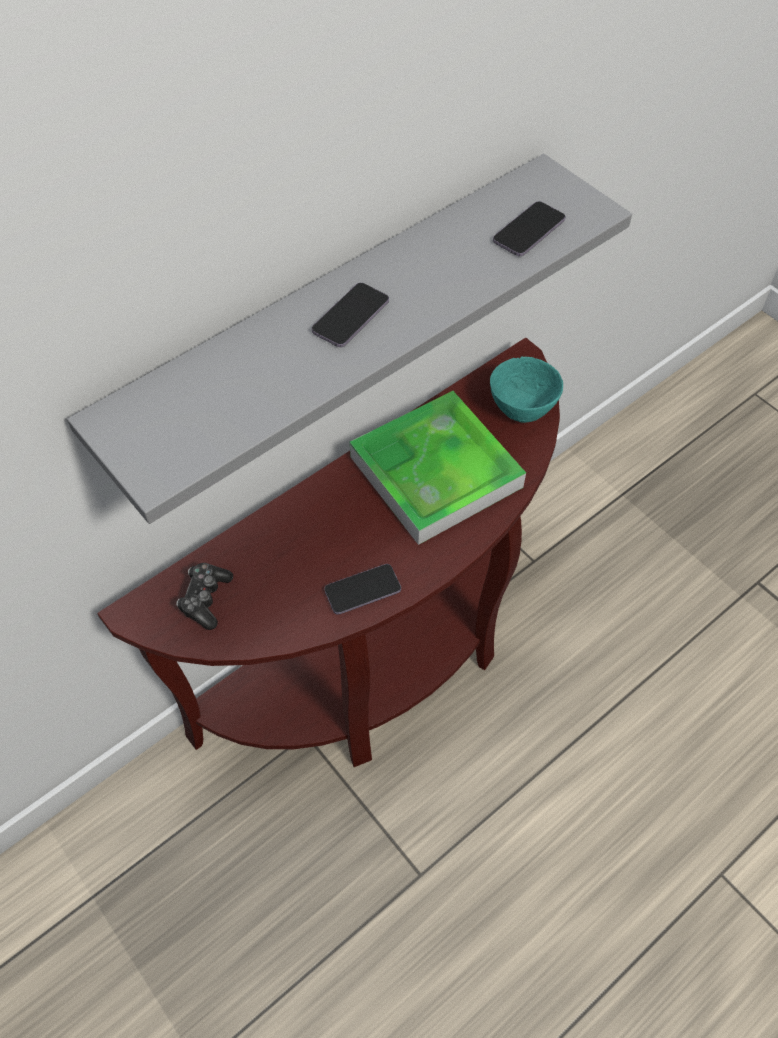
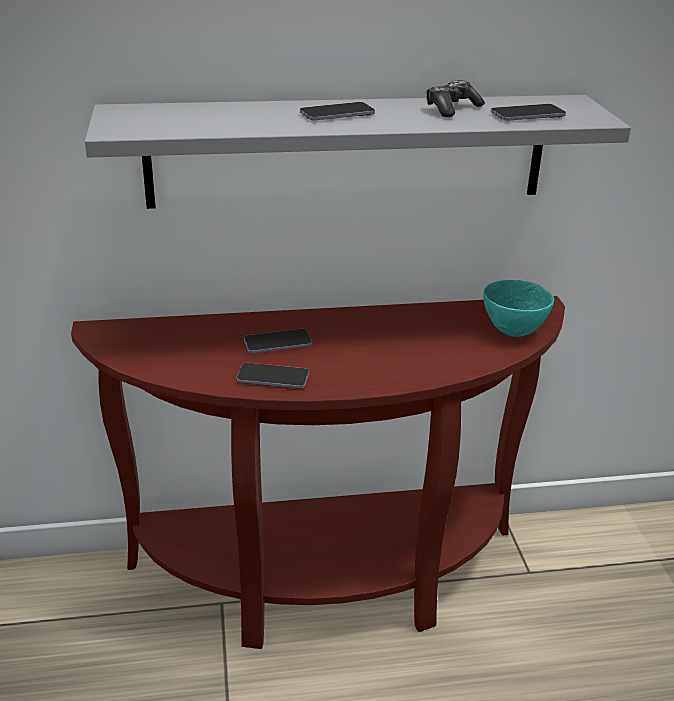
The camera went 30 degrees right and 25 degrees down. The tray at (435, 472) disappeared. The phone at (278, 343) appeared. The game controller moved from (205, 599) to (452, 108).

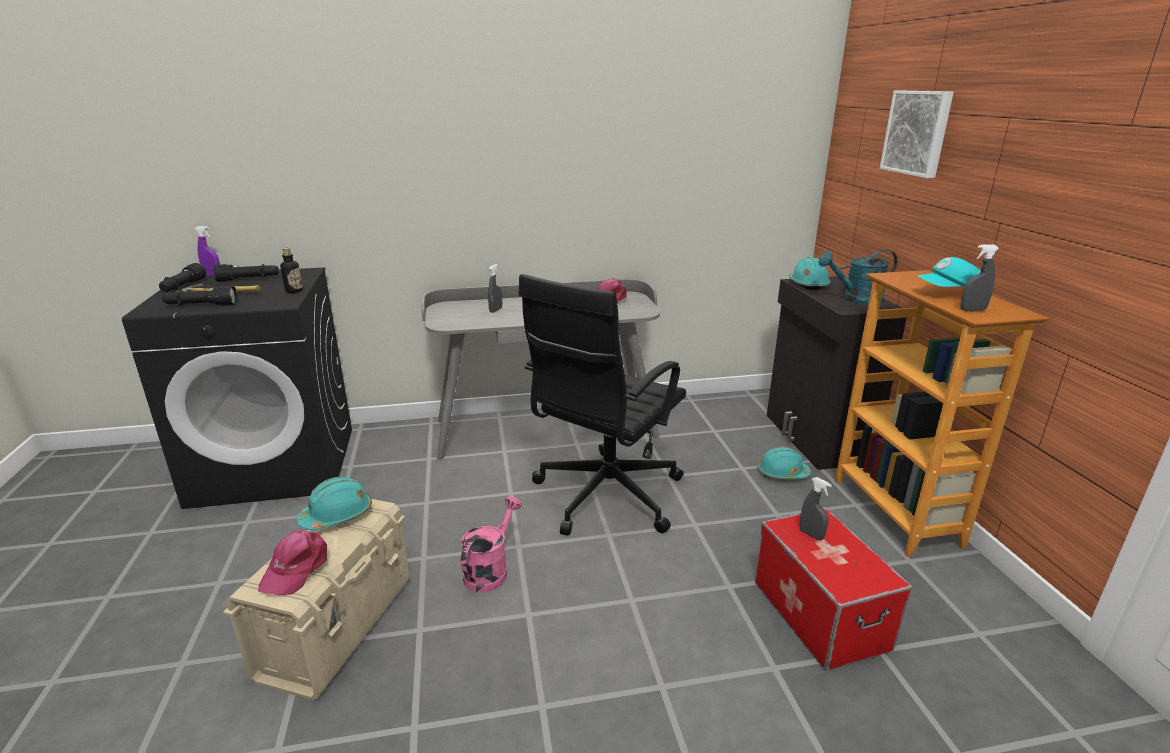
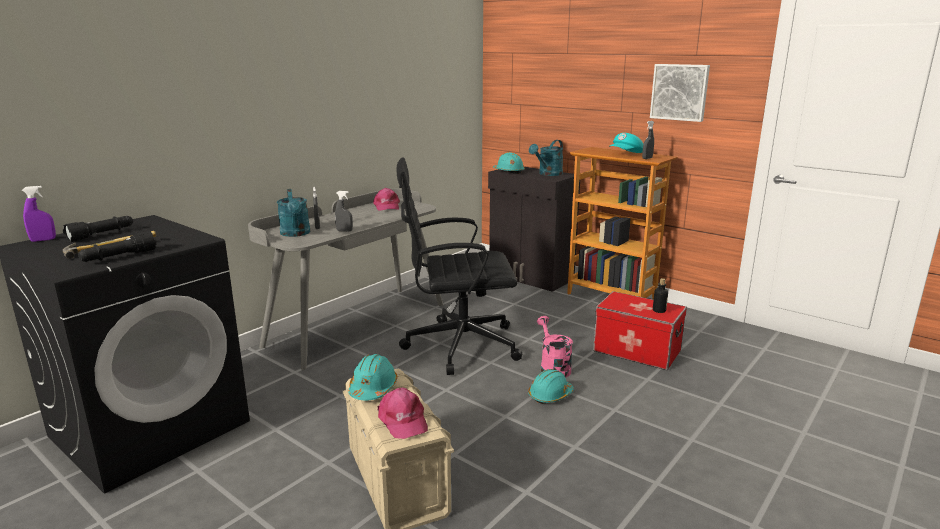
The camera went 40 degrees left and 5 degrees down. The black flashlight at (183, 287) disappeared. The turquoise watering can at (296, 234) appeared. The bottle moved from (294, 291) to (659, 310). The pink watering can moved from (490, 570) to (553, 367). The turquoise hard hat moved from (782, 473) to (550, 395). The grey spray bottle moved from (811, 534) to (344, 231). The picture moved from (918, 133) to (680, 92). The black office chair at (604, 496) turned 90 degrees clockwise.

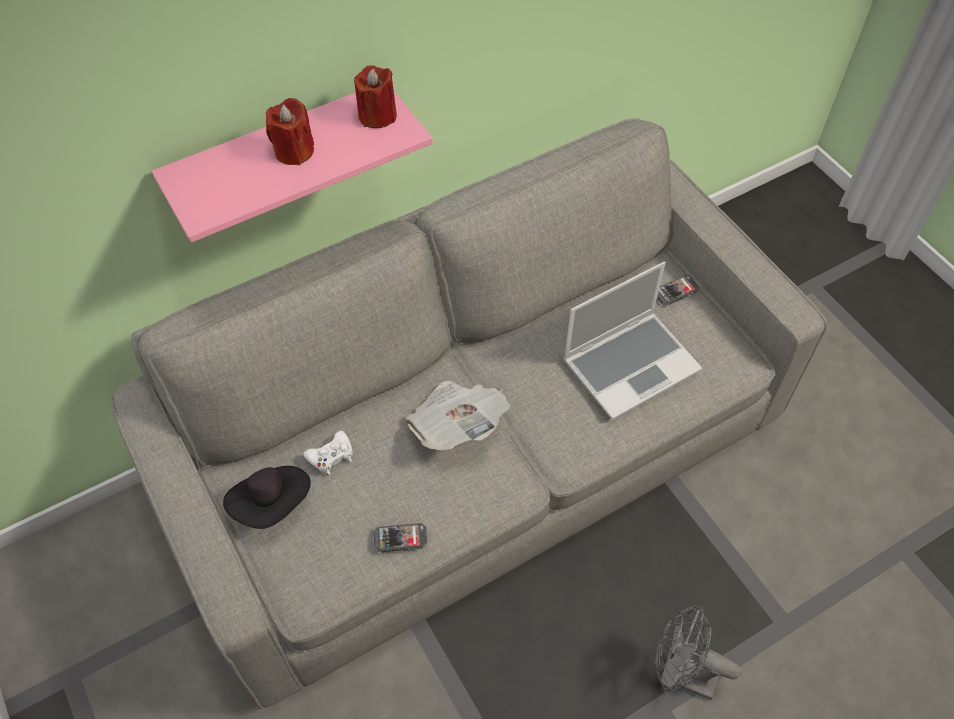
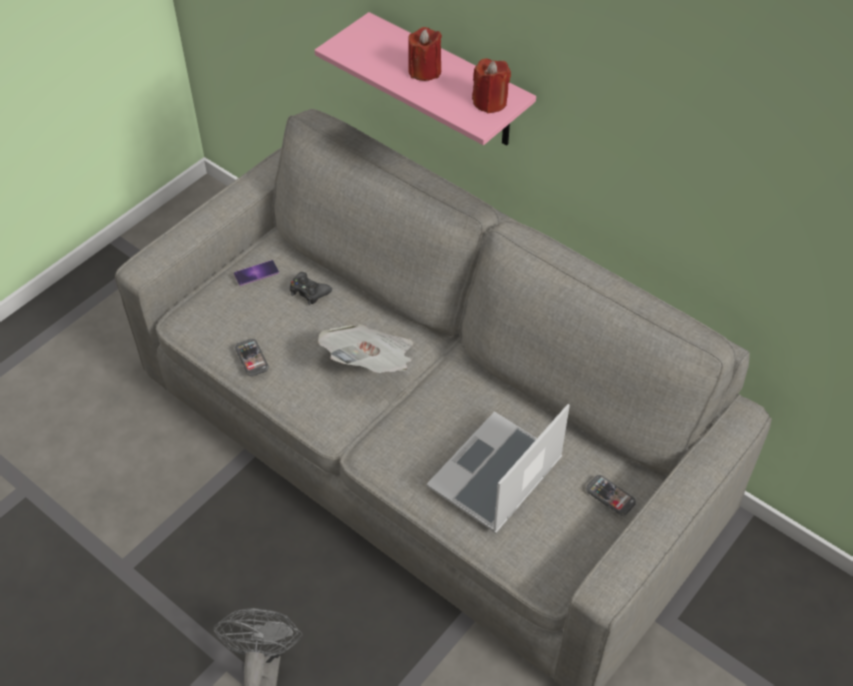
The camera went 70 degrees right and 5 degrees down. The black hat at (272, 503) was replaced by the phone at (256, 273). The white game controller at (331, 456) became the black game controller at (309, 292). The laptop at (631, 364) turned 90 degrees clockwise.

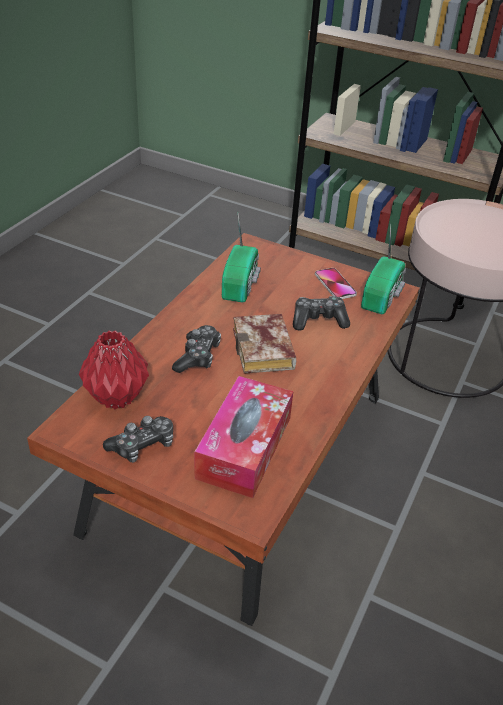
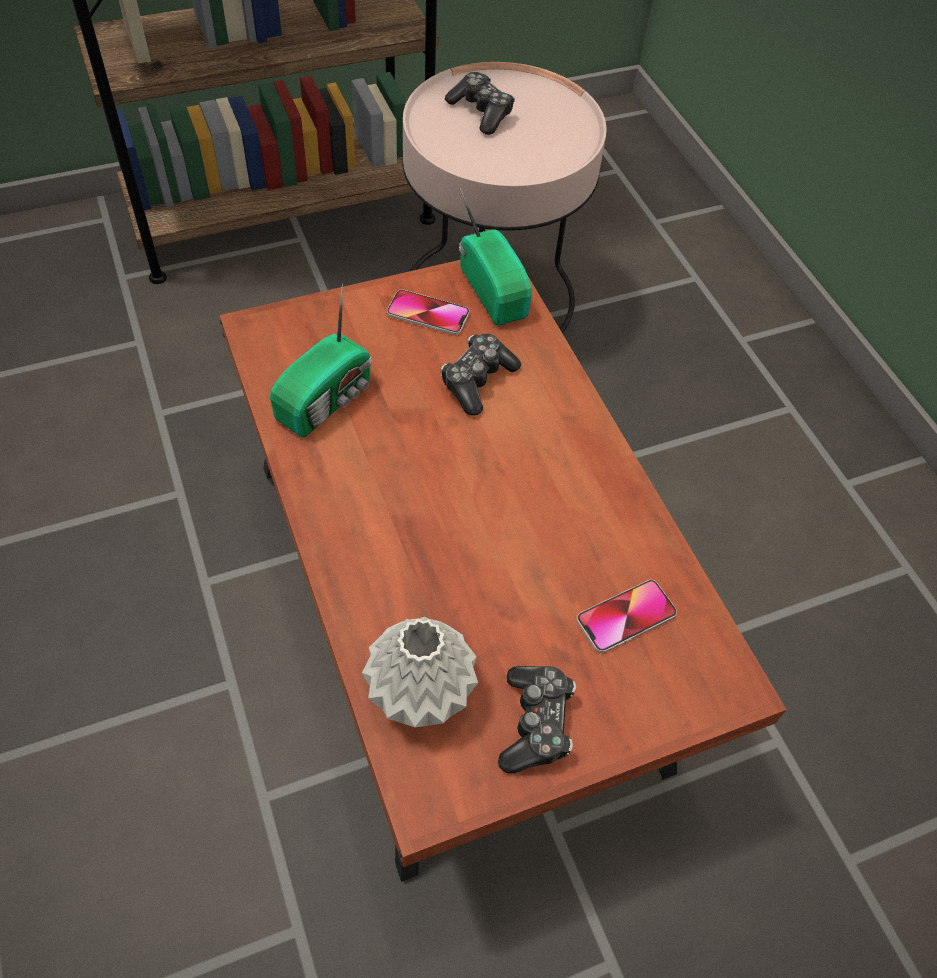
The camera went 50 degrees left and 15 degrees up. The book at (266, 351) disappeared. The game controller moved from (198, 356) to (481, 112). The tissue box at (244, 447) was replaced by the phone at (626, 617). The red vase at (115, 397) became the grey vase at (418, 696). The radio at (241, 284) turned 75 degrees clockwise.

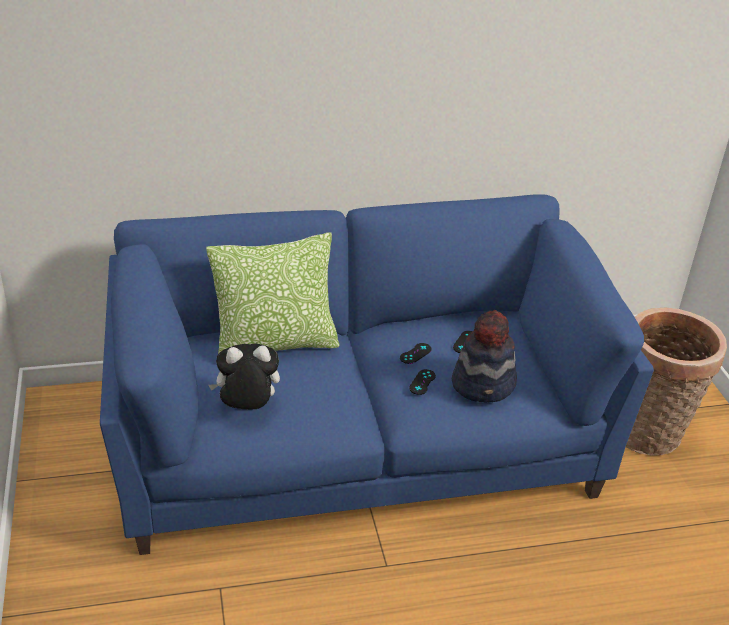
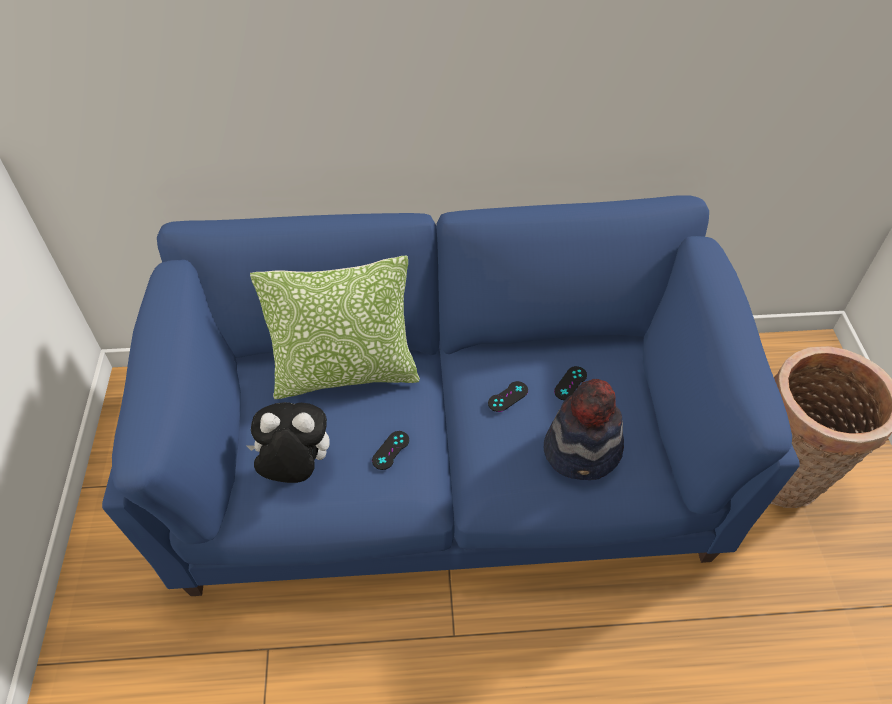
The camera went 10 degrees right and 15 degrees up. The black game controller moved from (422, 382) to (390, 450).

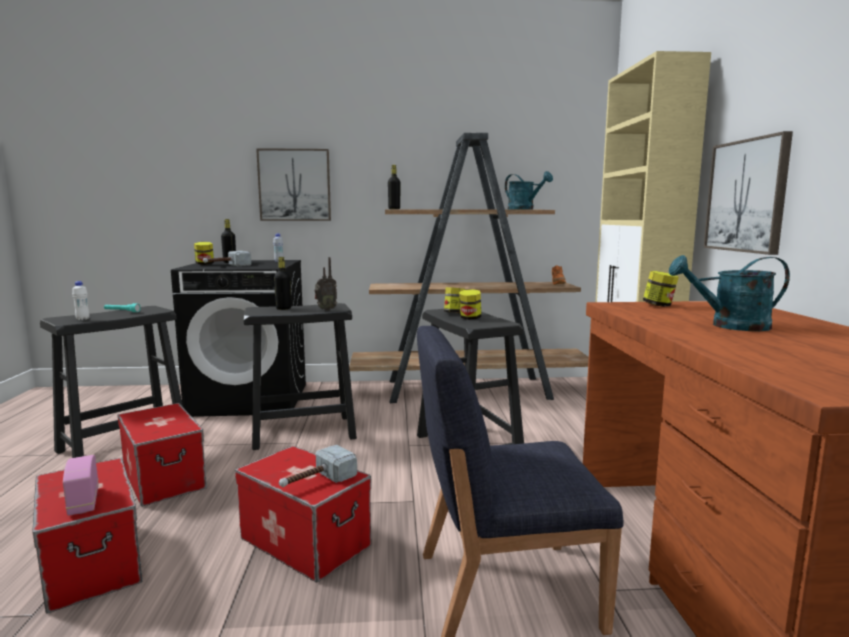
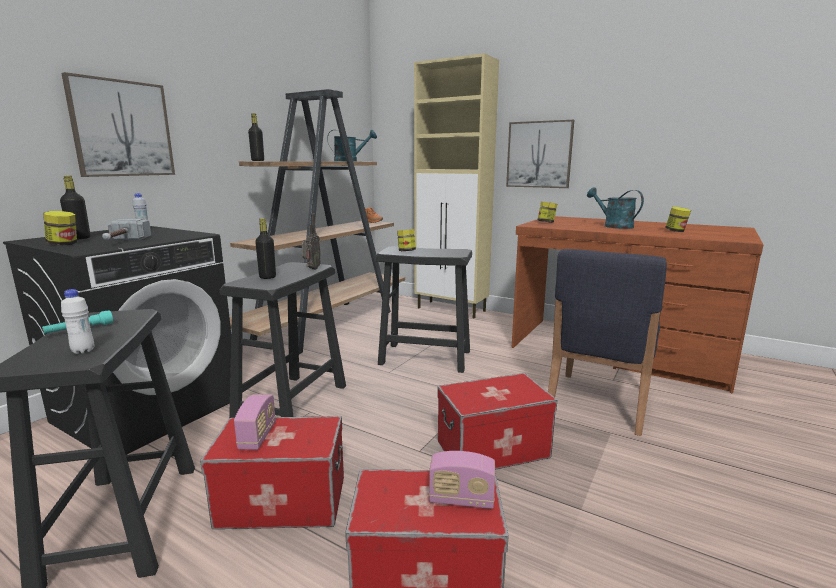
The camera went 55 degrees left and 5 degrees up. The hammer at (316, 482) disappeared. The radio at (257, 436) appeared. The jar moved from (470, 318) to (676, 231). The turquoise watering can at (730, 326) turned 105 degrees clockwise.

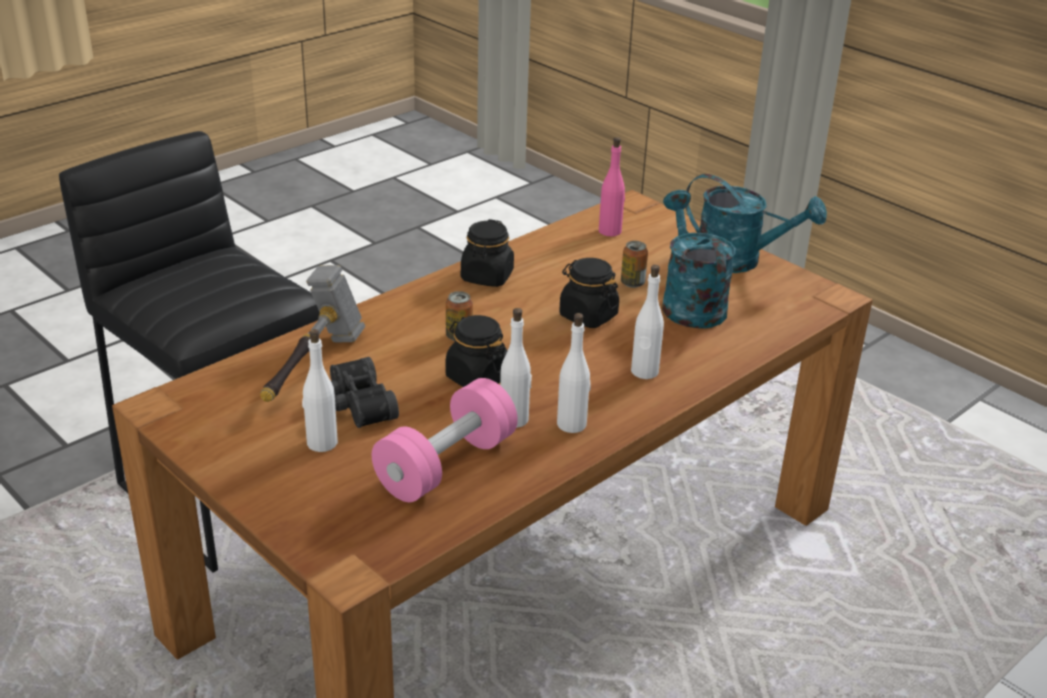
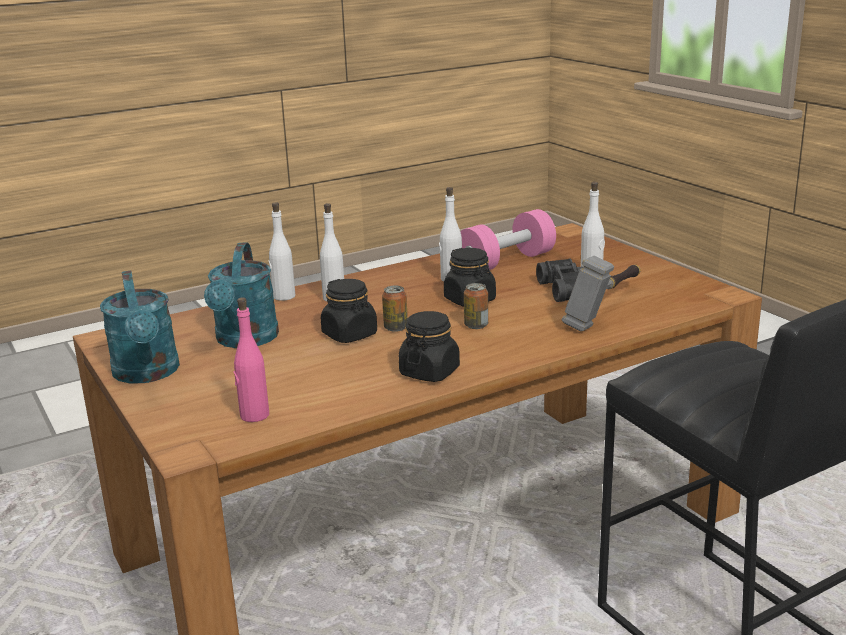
The camera went 165 degrees left and 10 degrees down. The white bottle moved from (572, 424) to (283, 296). The can moved from (632, 283) to (395, 328). The turquoise watering can at (739, 261) turned 150 degrees counterclockwise.

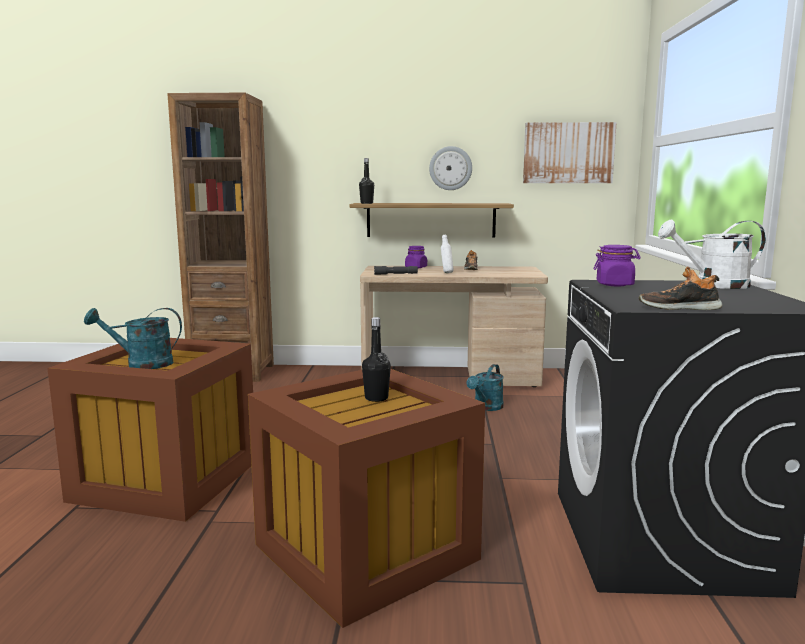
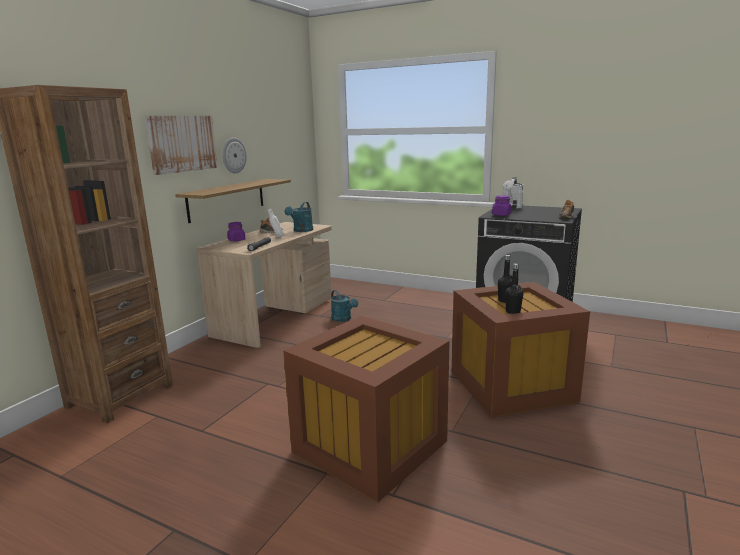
The camera went 65 degrees left and 5 degrees up. The turquoise watering can moved from (141, 364) to (301, 231). The black bottle moved from (366, 203) to (513, 312). The picture moved from (568, 153) to (182, 143).

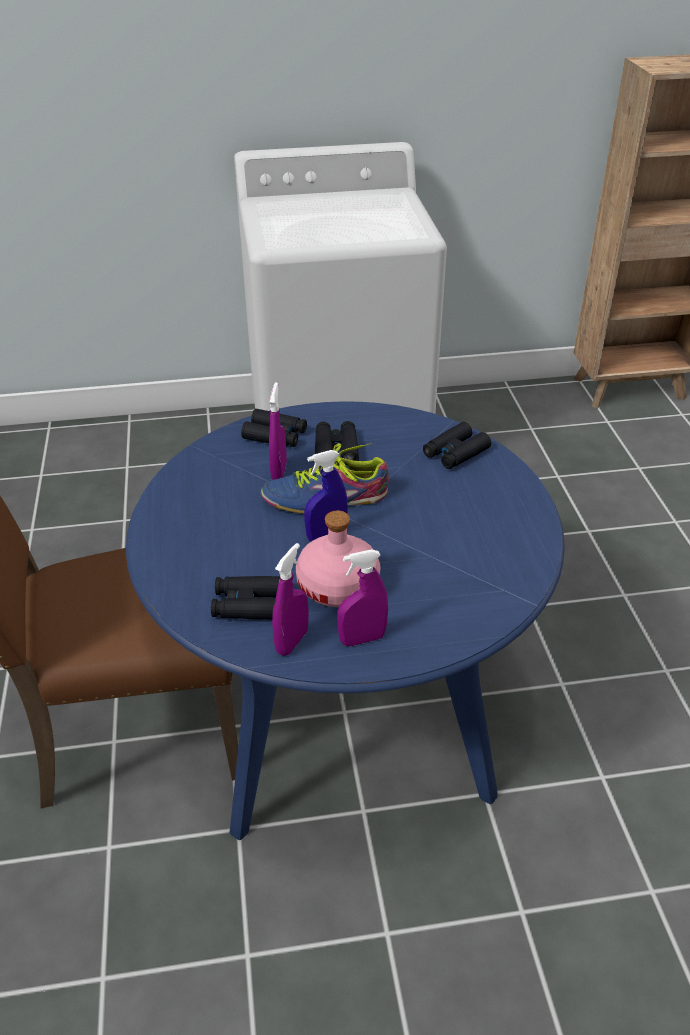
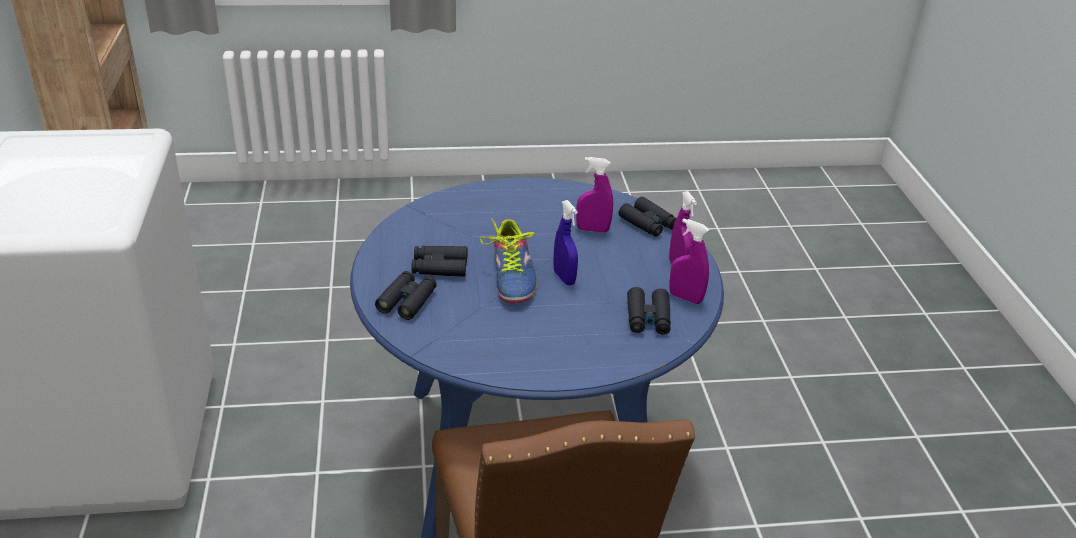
The camera went 90 degrees left and 5 degrees down. The pink bottle at (339, 585) disappeared. The purple spray bottle moved from (279, 471) to (592, 230). The black binoculars moved from (455, 453) to (648, 223).

